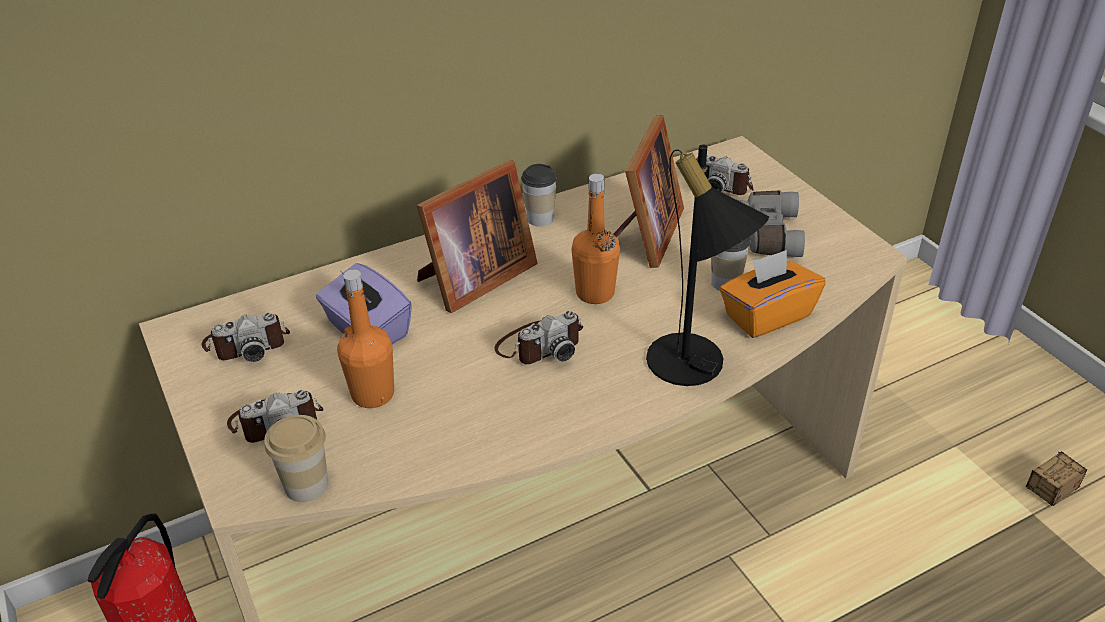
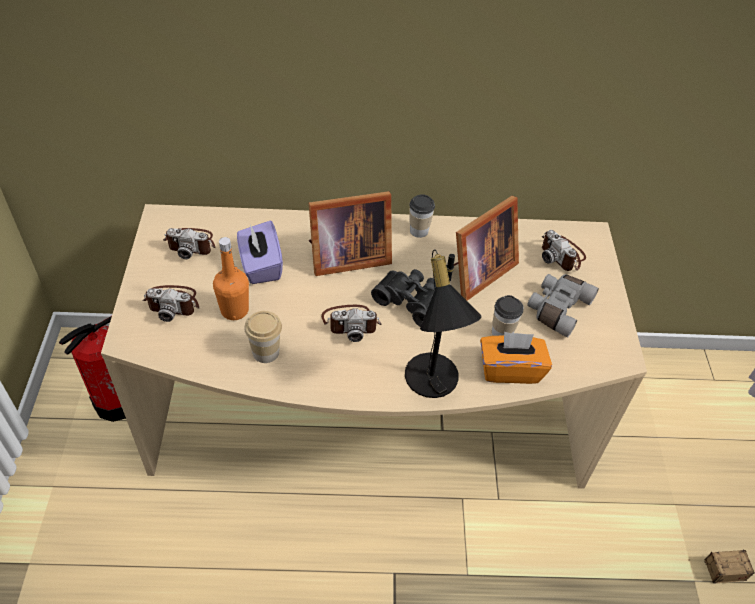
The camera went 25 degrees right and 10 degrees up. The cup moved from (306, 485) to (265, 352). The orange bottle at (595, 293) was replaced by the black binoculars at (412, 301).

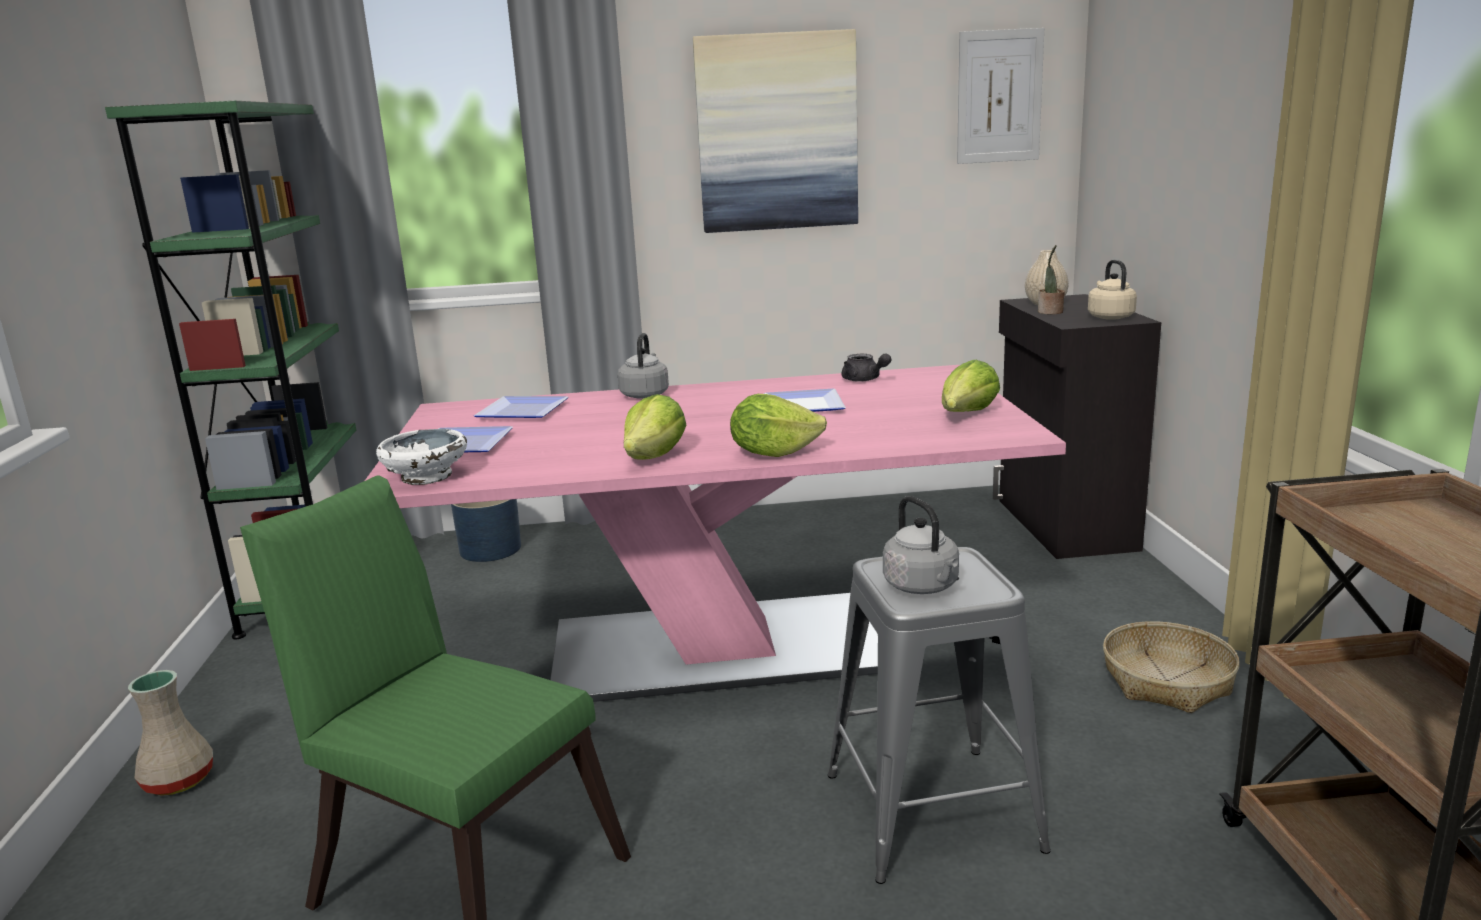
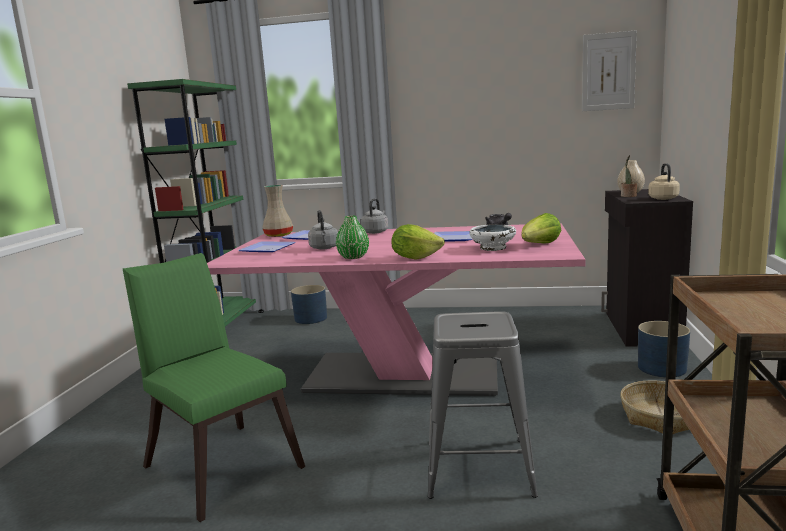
The camera went 15 degrees right and 5 degrees down. The picture at (777, 133) disappeared. The blue planter at (662, 368) appeared. The beige vase moved from (180, 780) to (279, 235). The white bowl moved from (426, 477) to (492, 248). The grey kettle moved from (923, 587) to (324, 248). The lettuce at (655, 457) was replaced by the green vase at (353, 257).

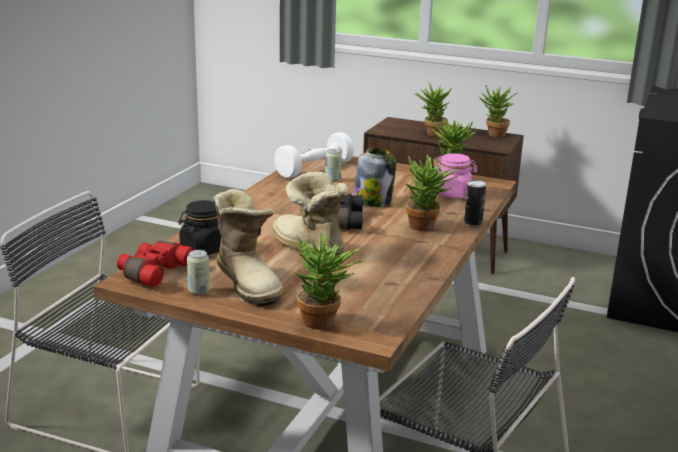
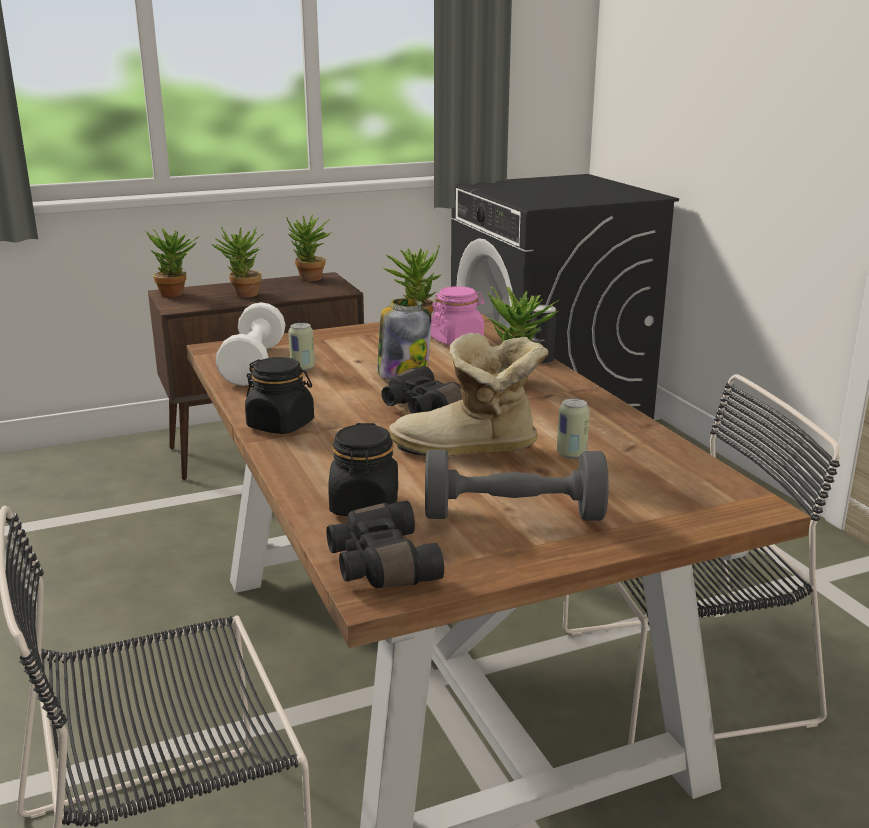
The camera went 45 degrees left and 0 degrees up. The black jar at (281, 425) appeared. The can moved from (199, 291) to (571, 454). The potted plant moved from (324, 323) to (177, 294). The boot at (250, 282) was replaced by the grey dumbbell at (513, 515). The red binoculars at (153, 272) became the black binoculars at (379, 564).

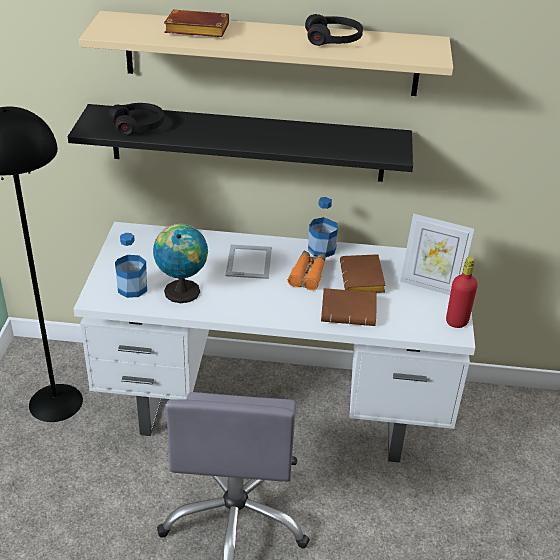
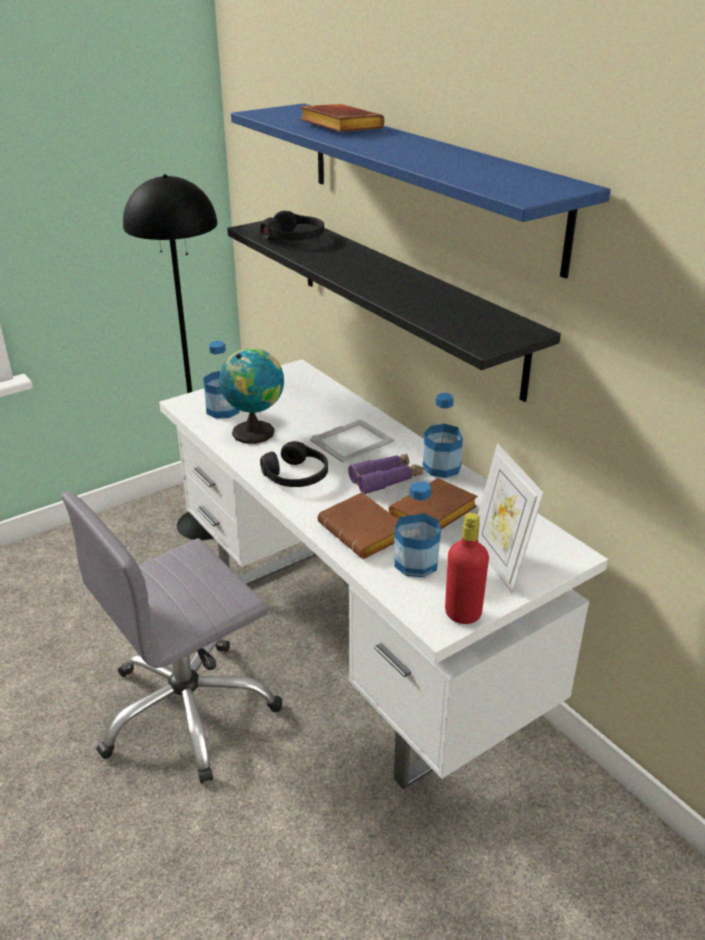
The camera went 50 degrees right and 5 degrees down. The bottle at (416, 563) appeared. The black headphones moved from (333, 39) to (296, 476). The beige shelf at (271, 54) became the blue shelf at (427, 181). The orange binoculars at (308, 274) became the purple binoculars at (386, 479).

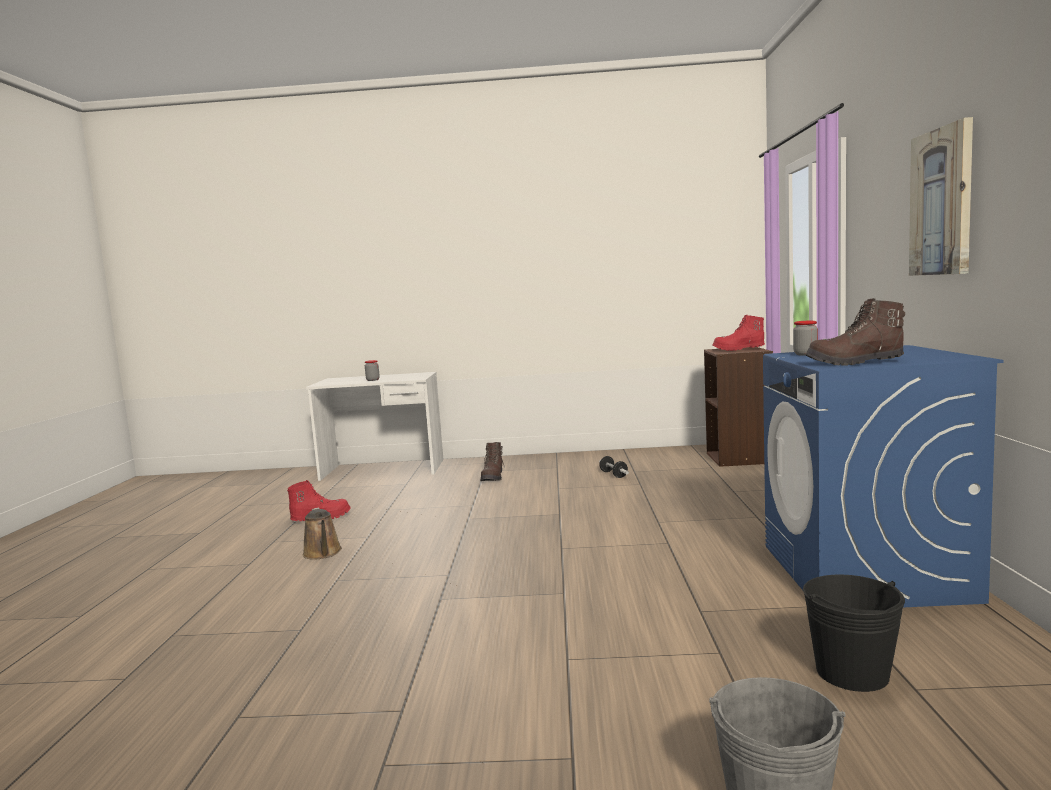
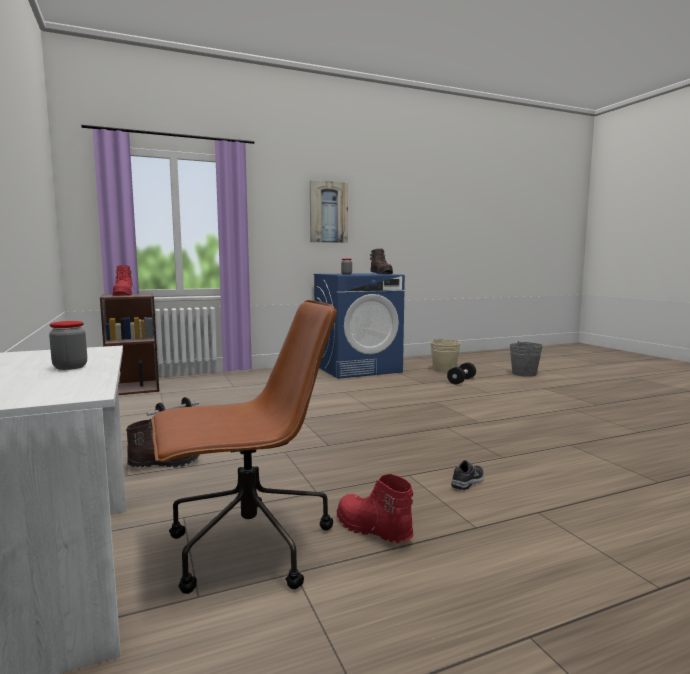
The camera went 115 degrees left and 0 degrees up. The brown office chair at (247, 547) appeared. The black dumbbell at (461, 381) appeared. The brown watering can at (323, 553) was replaced by the shoe at (468, 482). The black bucket at (852, 673) became the beige bucket at (444, 370).

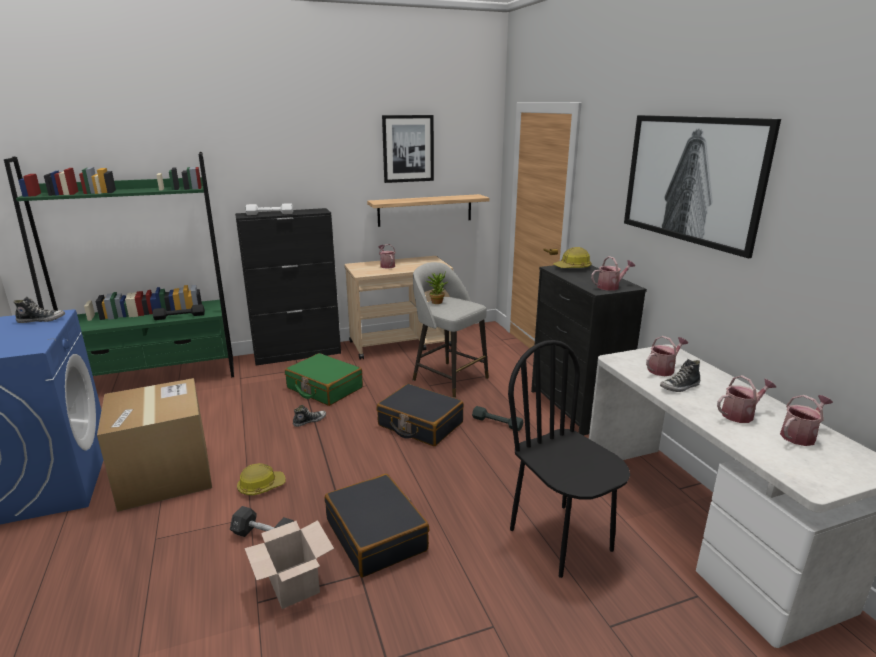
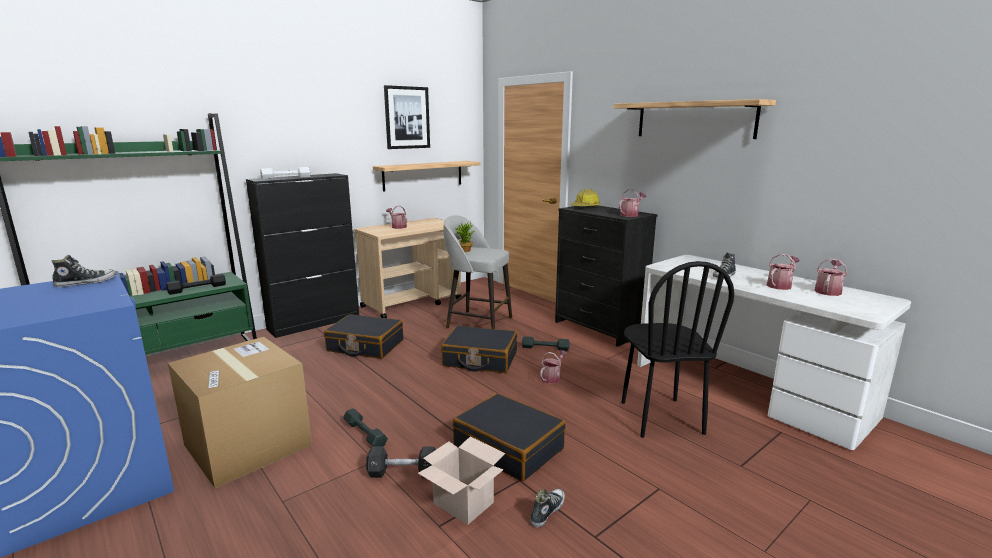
The camera went 20 degrees left and 5 degrees down. The shoe moved from (309, 421) to (547, 511). The watering can moved from (663, 369) to (552, 377). The hard hat at (261, 486) was replaced by the grey dumbbell at (364, 433). The picture at (692, 179) was replaced by the shelf at (694, 120). The green suitcase at (324, 388) became the black suitcase at (365, 346). The black chair at (561, 539) turned 135 degrees counterclockwise.

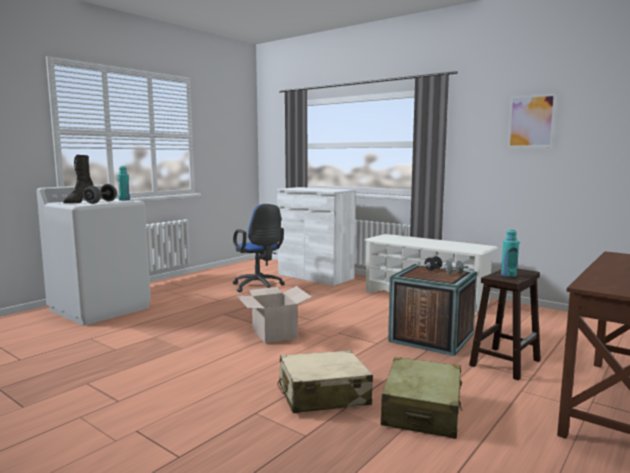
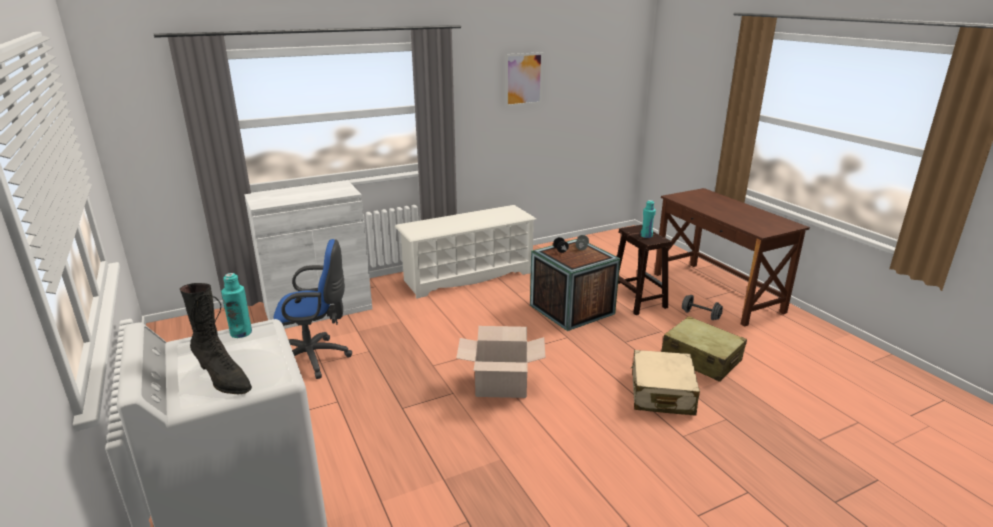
The camera went 65 degrees left and 15 degrees up. The grey dumbbell moved from (101, 202) to (700, 315).

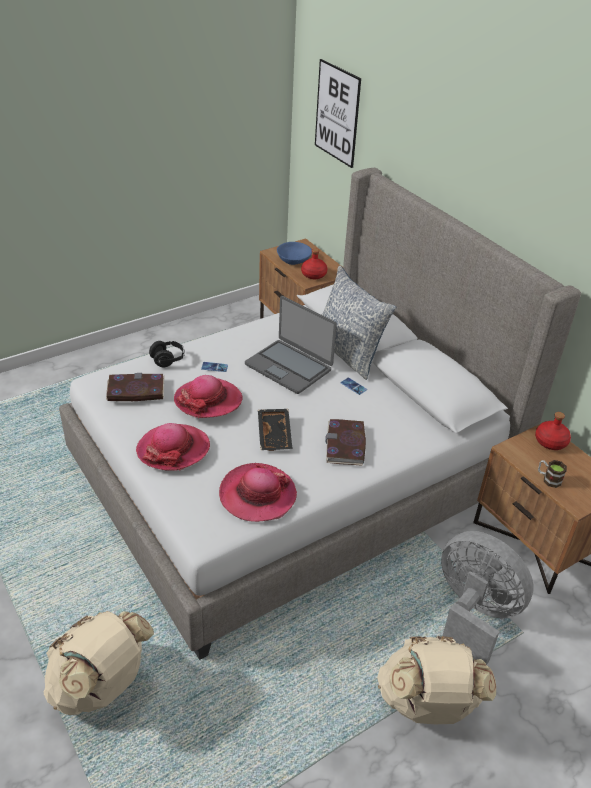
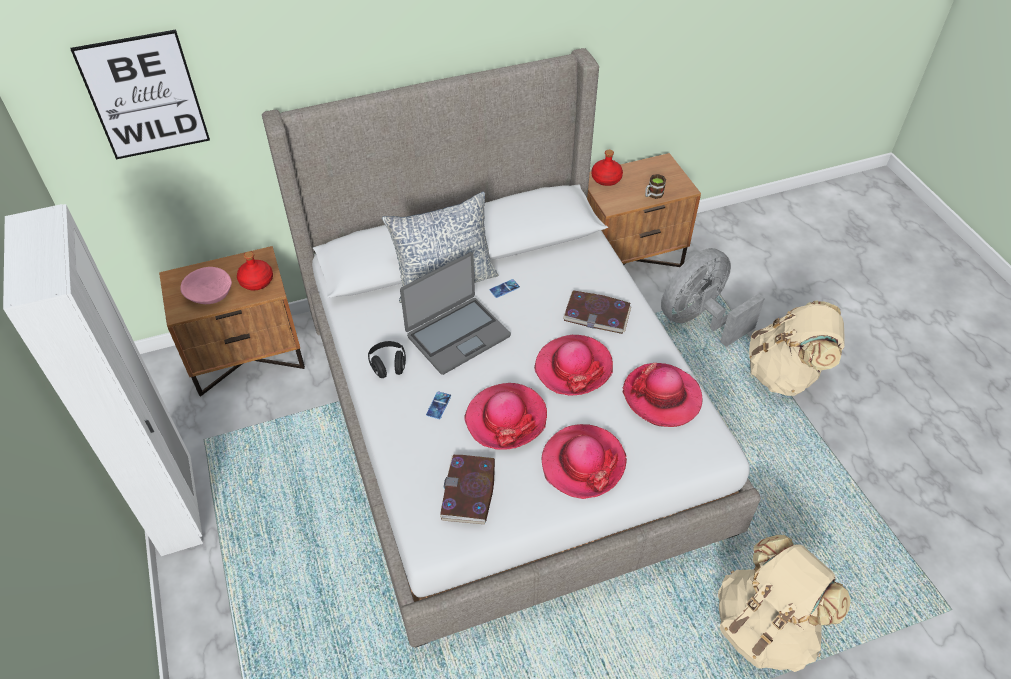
The camera went 75 degrees left and 10 degrees up. The white wardrobe at (178, 507) appeared. The black headphones moved from (168, 360) to (388, 365). The black tray at (275, 435) was replaced by the hat at (573, 367). The blue bowl at (293, 259) became the pink bowl at (209, 294).

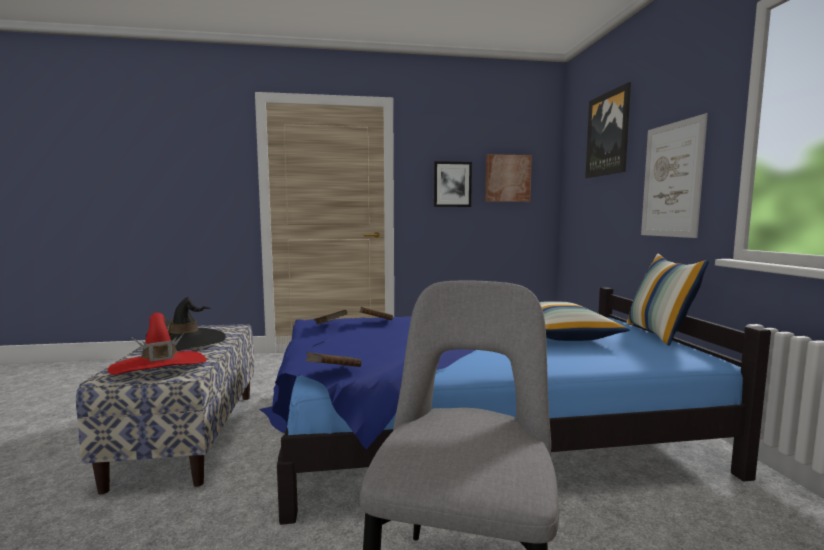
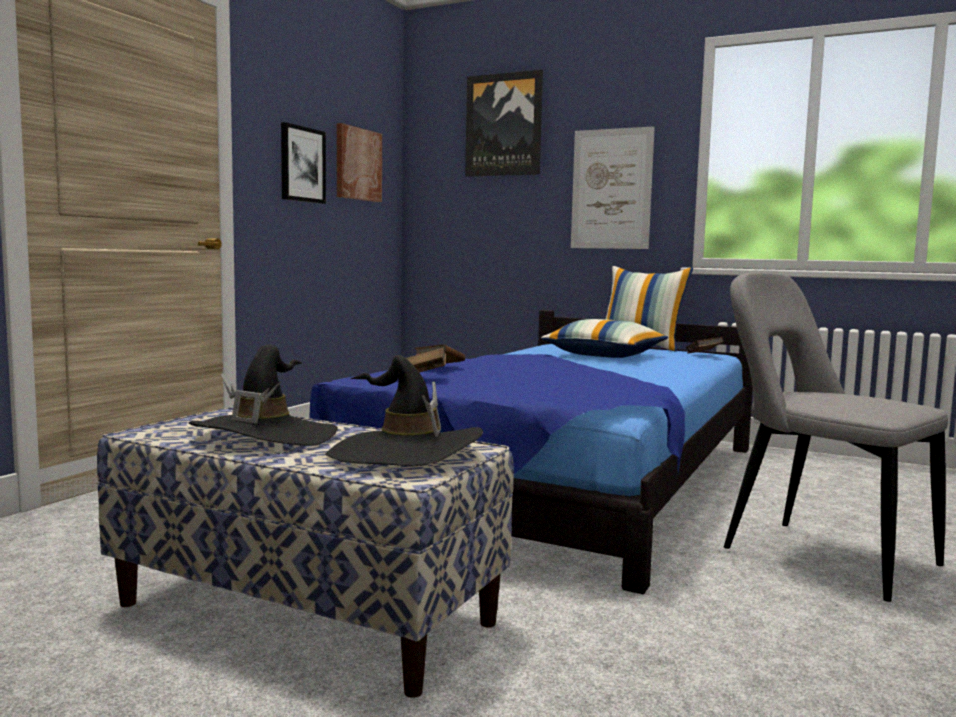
The camera went 55 degrees left and 0 degrees up. The brown book moved from (333, 372) to (703, 355). The red hat at (159, 367) became the black hat at (404, 454).

